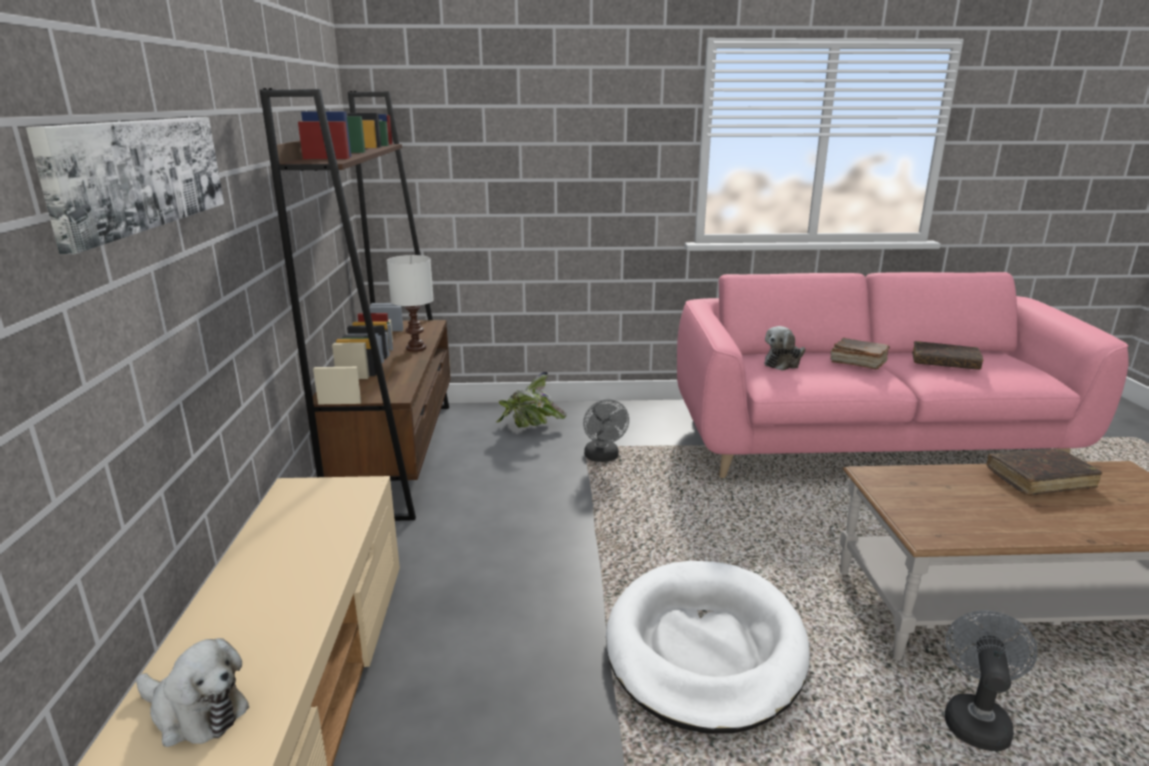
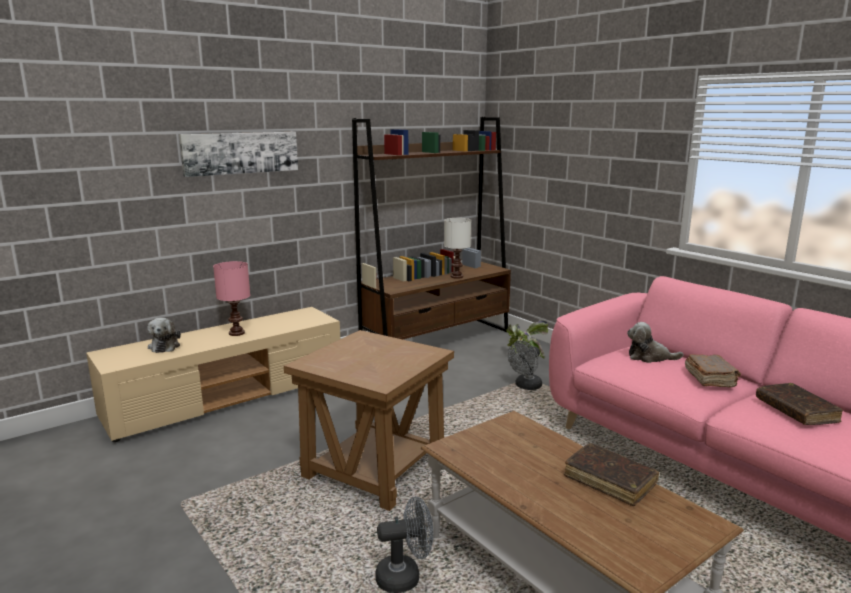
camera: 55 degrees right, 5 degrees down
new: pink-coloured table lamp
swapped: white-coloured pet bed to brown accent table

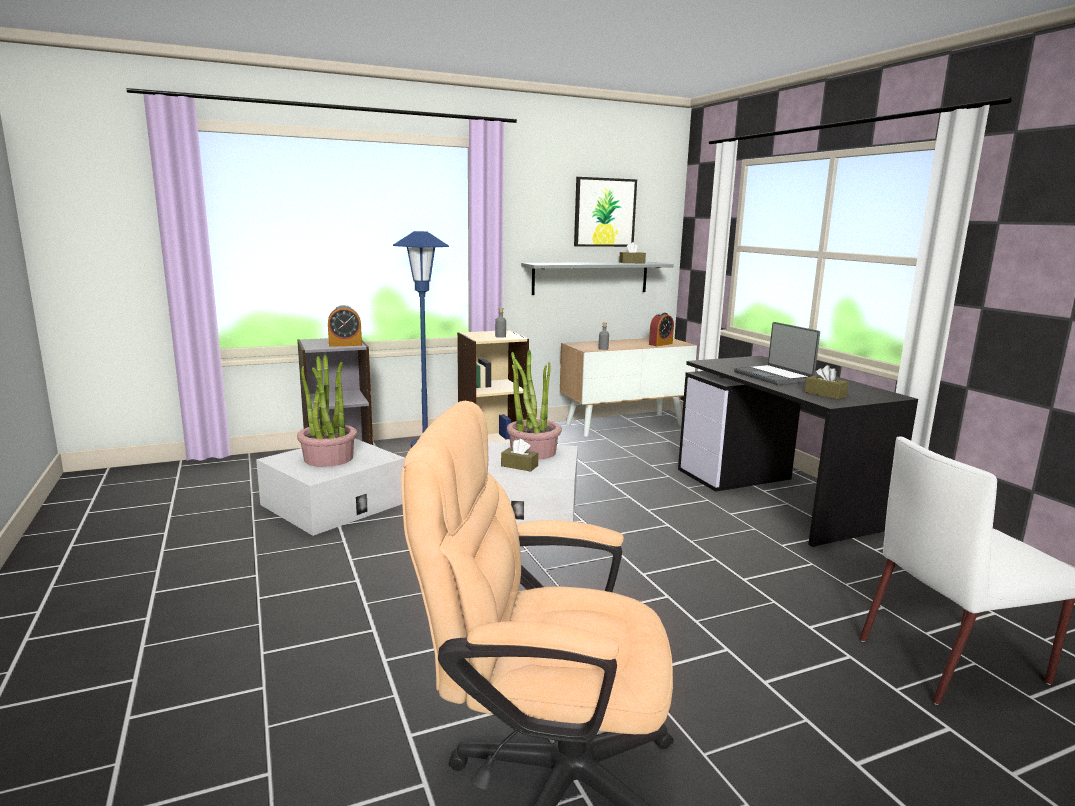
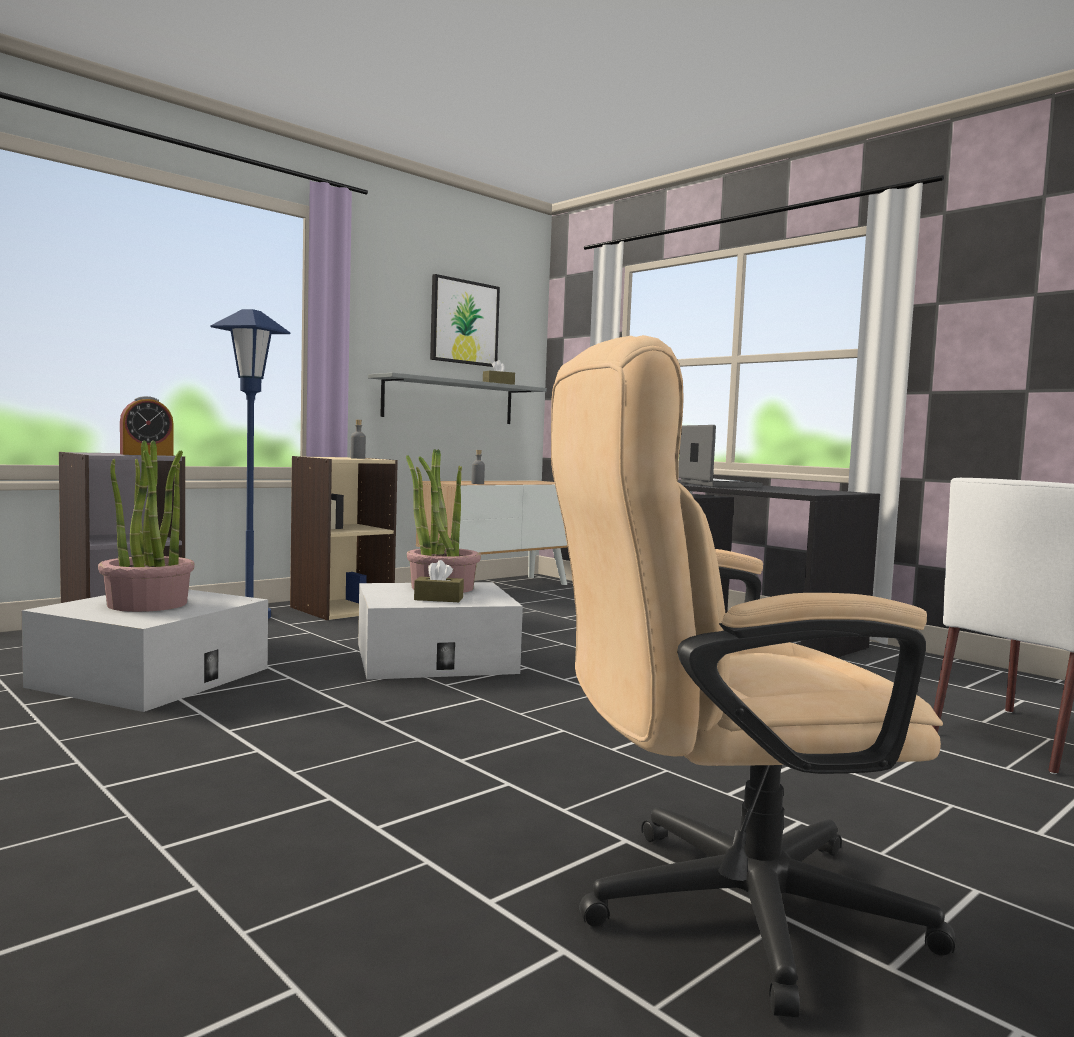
camera: 20 degrees left, 10 degrees down
gone: alarm clock (no. 2 from left); brown tissue holder (no. 3 from left)
rotated: notebook computer 150 degrees counterclockwise

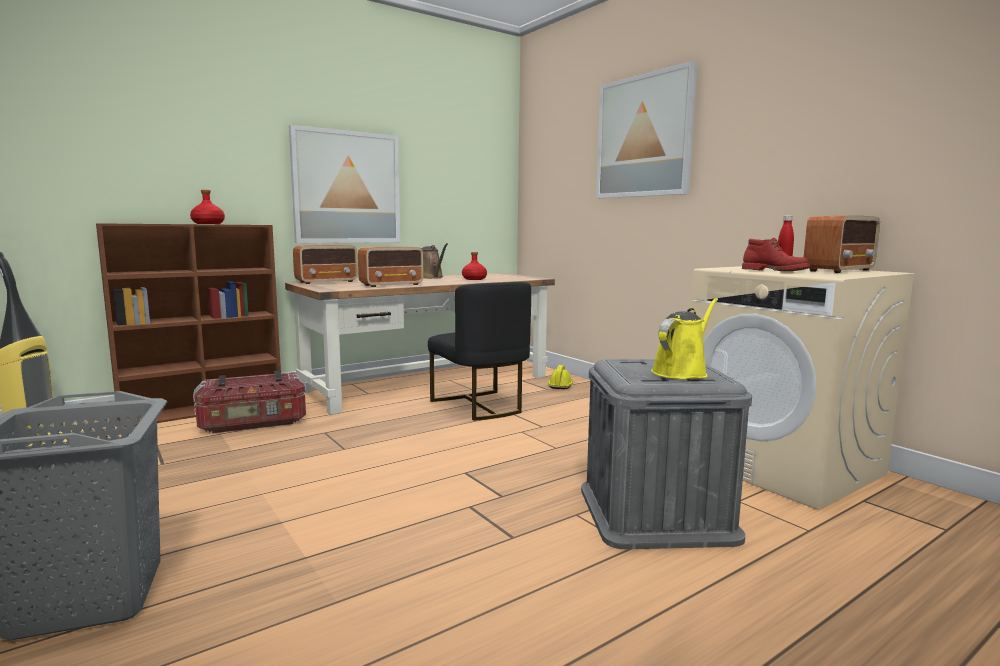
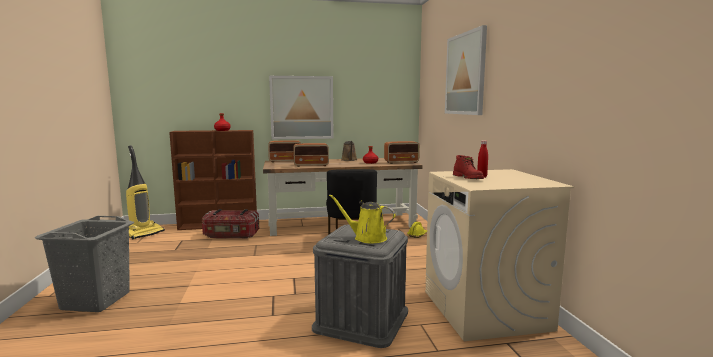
camera: 25 degrees right, 0 degrees up
shifted: radio (no. 3 from left)
rotated: yellow-coloured watering pot 135 degrees counterclockwise

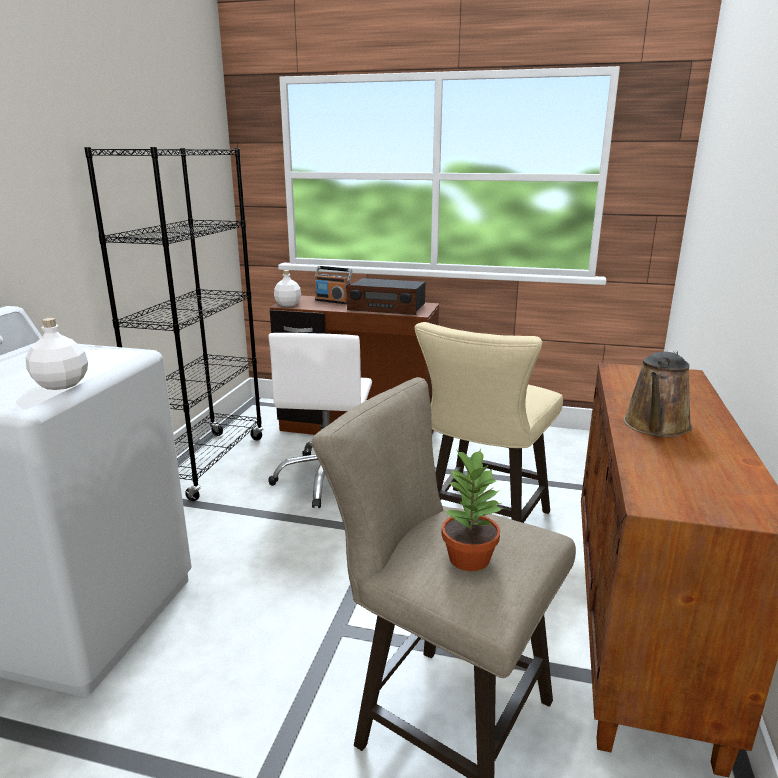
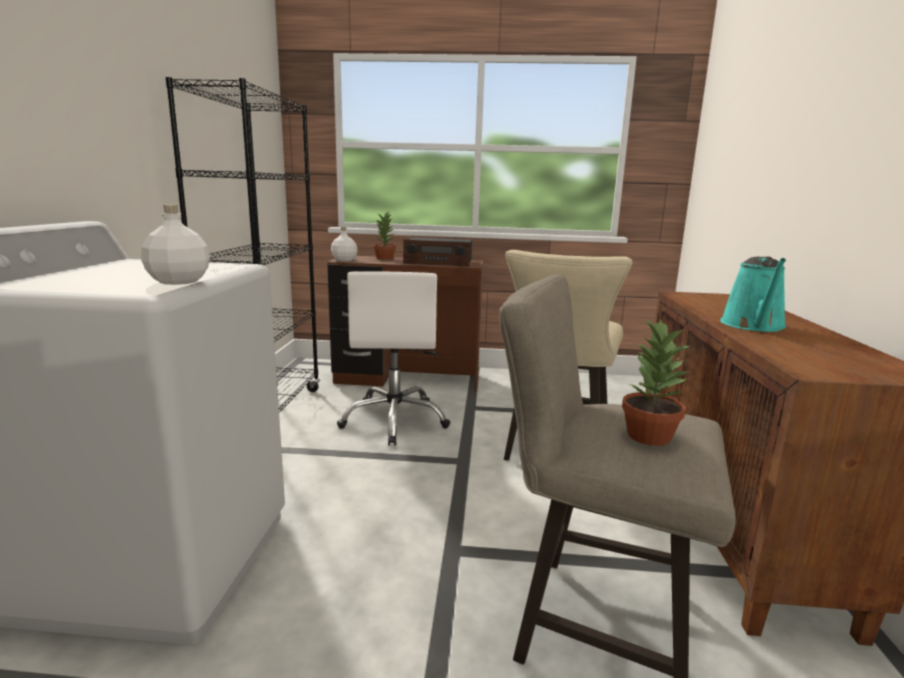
camera: 10 degrees left, 5 degrees down
swapped: radio (no. 1 from left) to houseplant (no. 1 from left)
repainted: brown watering pot to turquoise-coloured watering pot

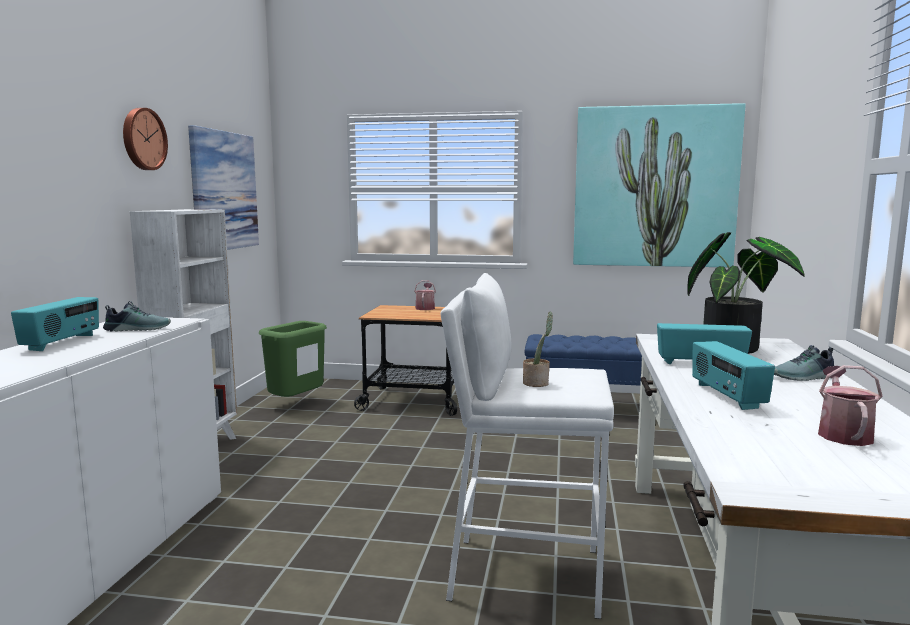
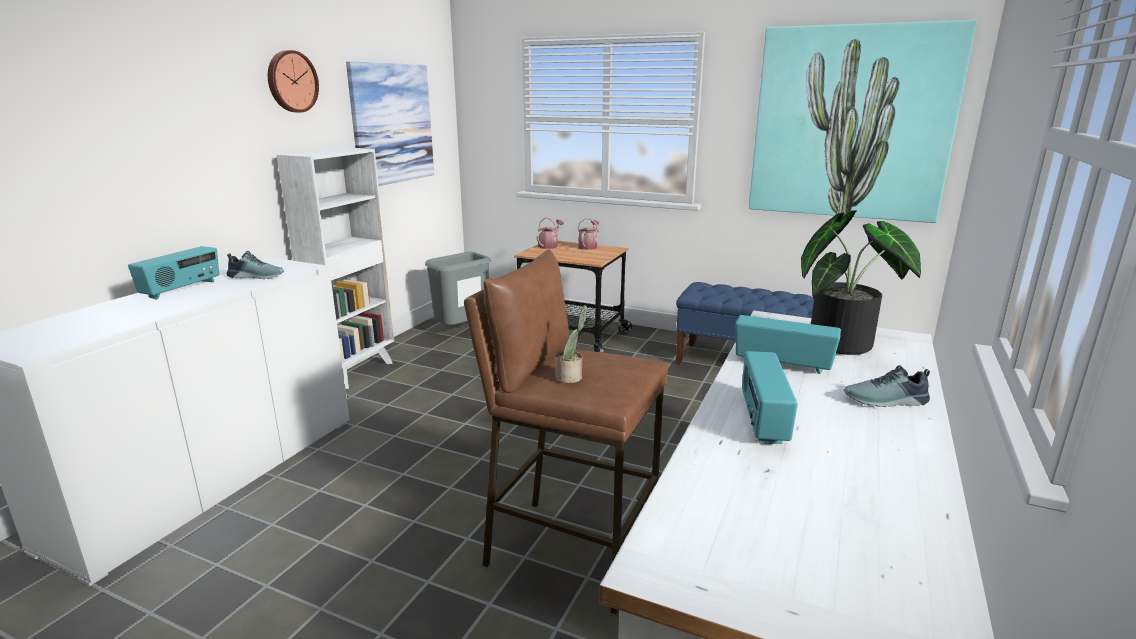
camera: 15 degrees right, 10 degrees up
shifted: watering pot (no. 2 from left in the first image) to watering pot (no. 1 from left)
repainted: green-coloured trash can to gray trash can; white-coloured stool to brown stool

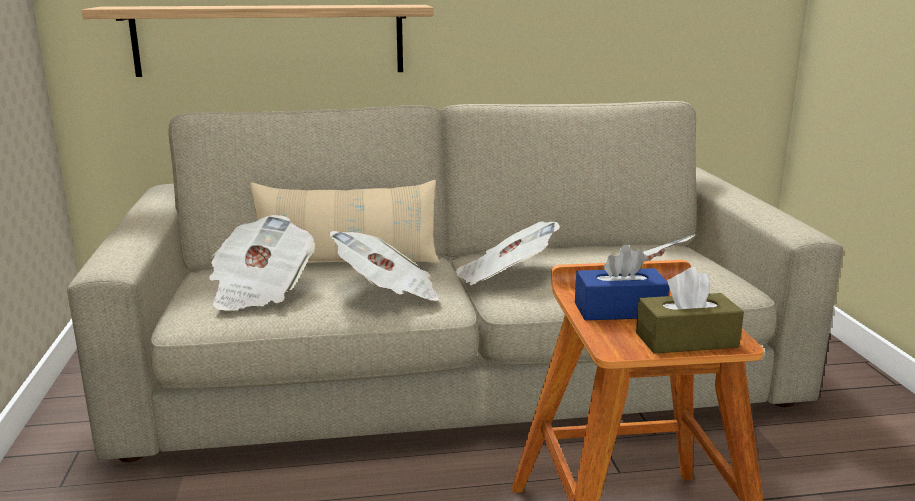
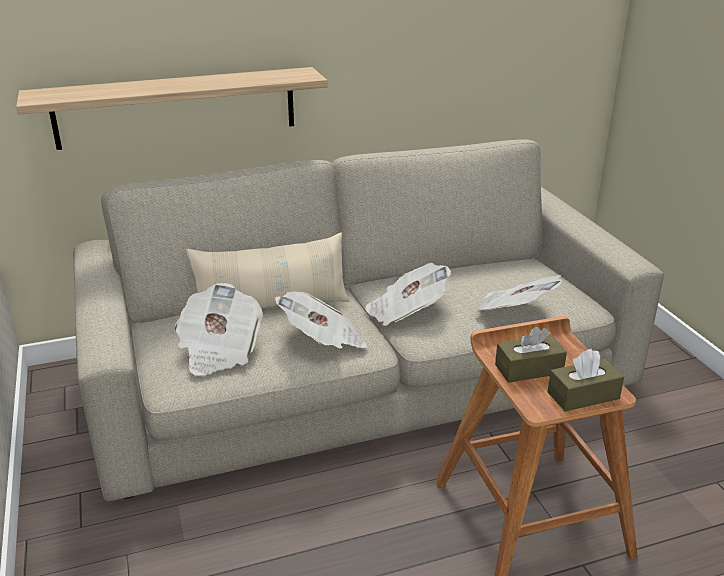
camera: 10 degrees left, 10 degrees up
repainted: blue-coloured tissue holder to brown tissue holder (no. 1 from left)

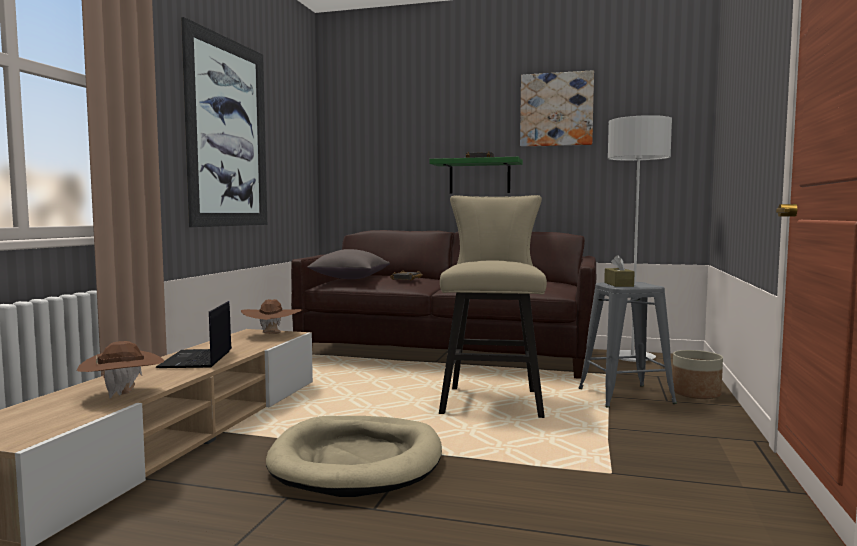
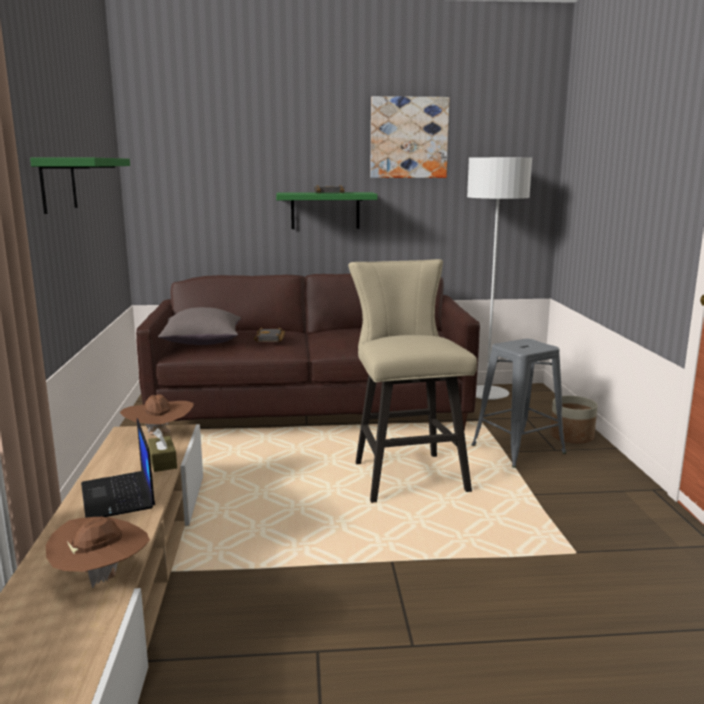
camera: 20 degrees left, 10 degrees up
gone: sand-coloured pet bed
shifted: brown tissue holder
swapped: picture (no. 1 from left) to green-coloured bracket shelf (no. 1 from left)

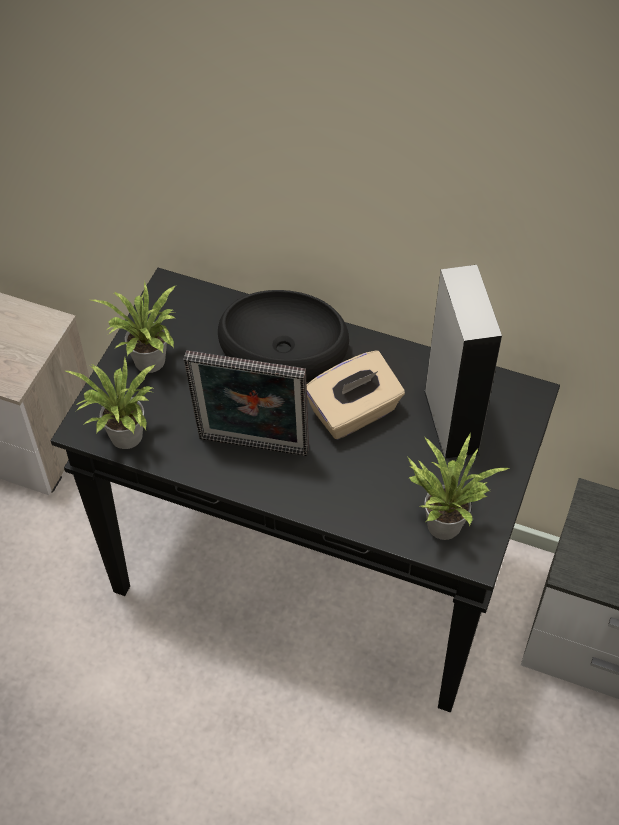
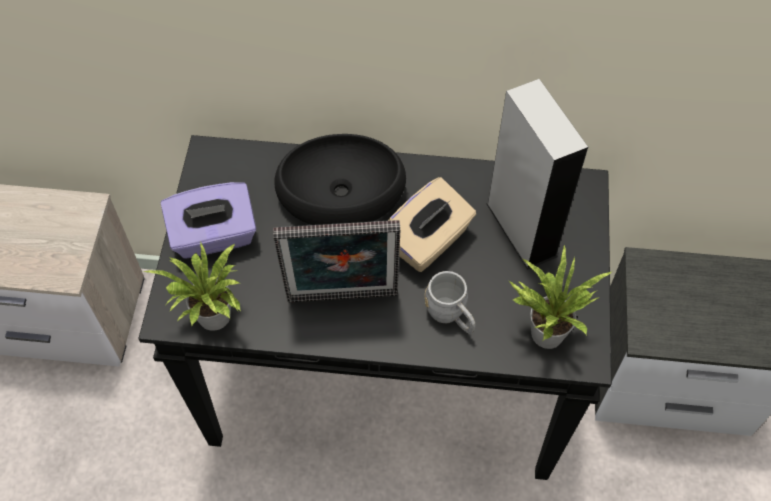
camera: 15 degrees left, 5 degrees up
new: gray mug
swapped: houseplant (no. 2 from left) to purplish tissue holder

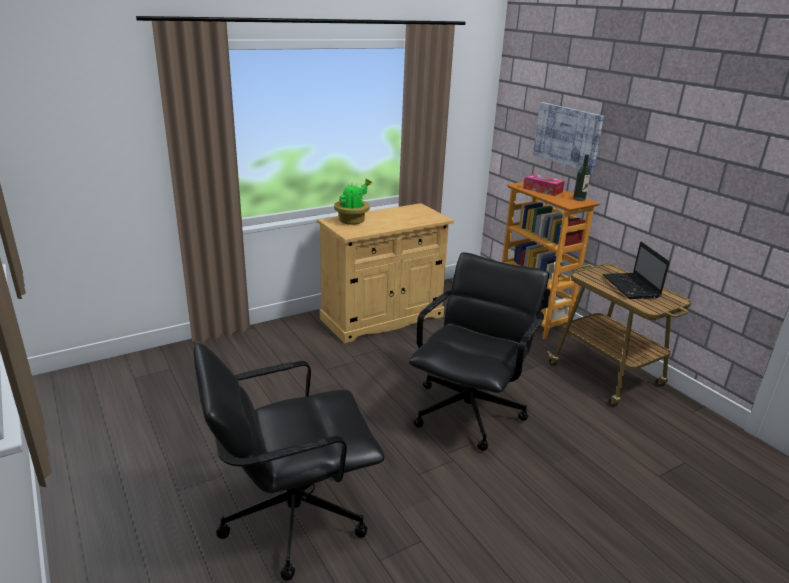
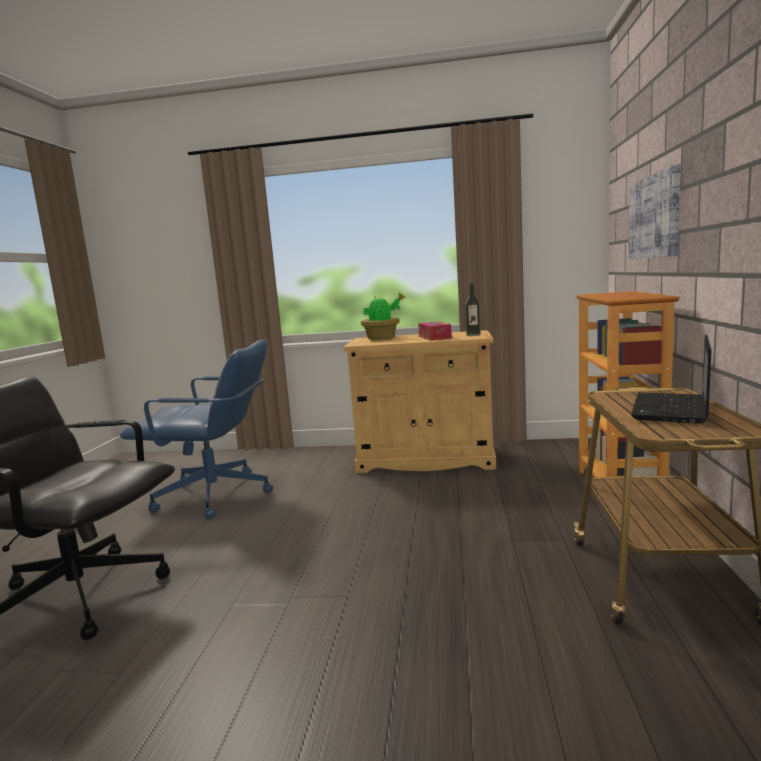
camera: 40 degrees right, 15 degrees down
gone: black-coloured computer chair (no. 2 from left)
new: blue-coloured computer chair
shifted: tissue holder; beverage bottle

